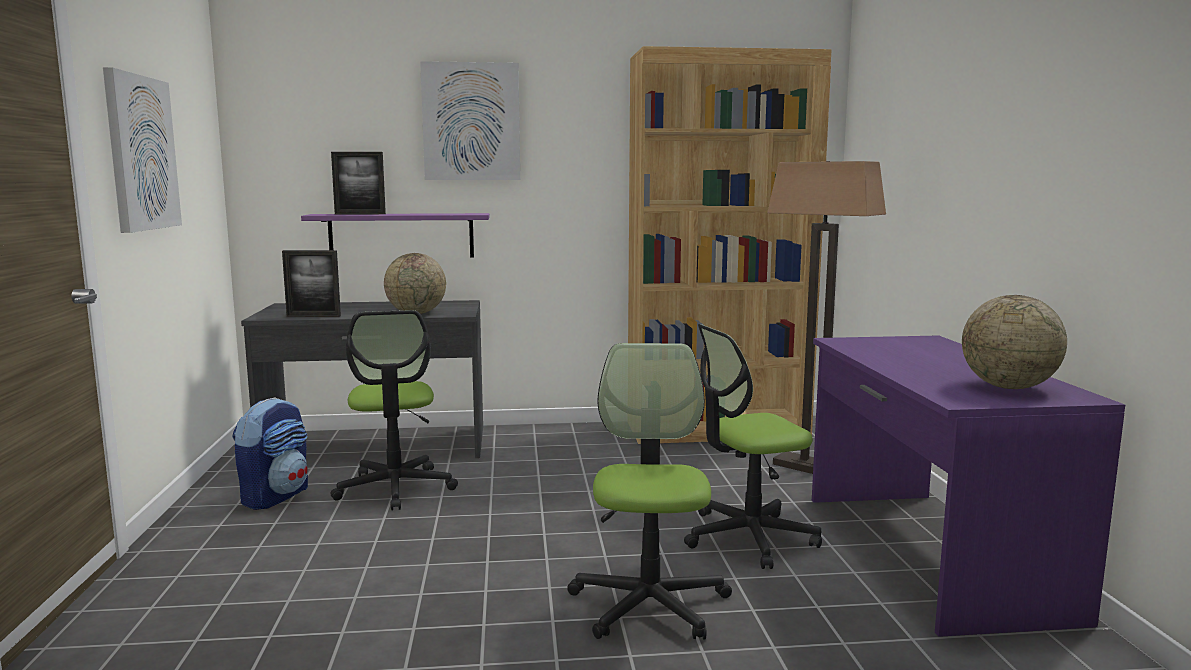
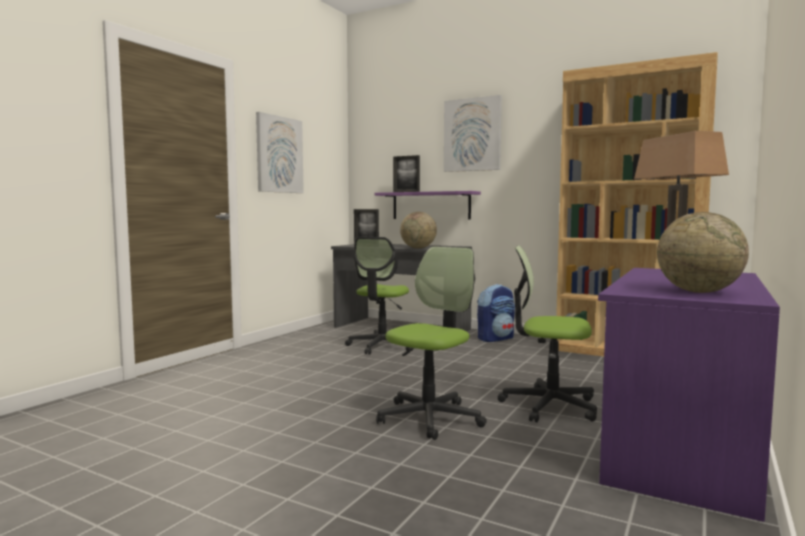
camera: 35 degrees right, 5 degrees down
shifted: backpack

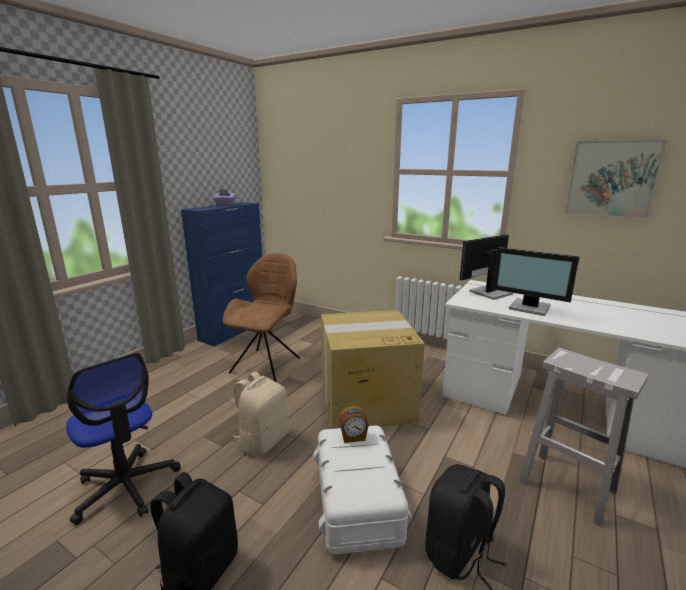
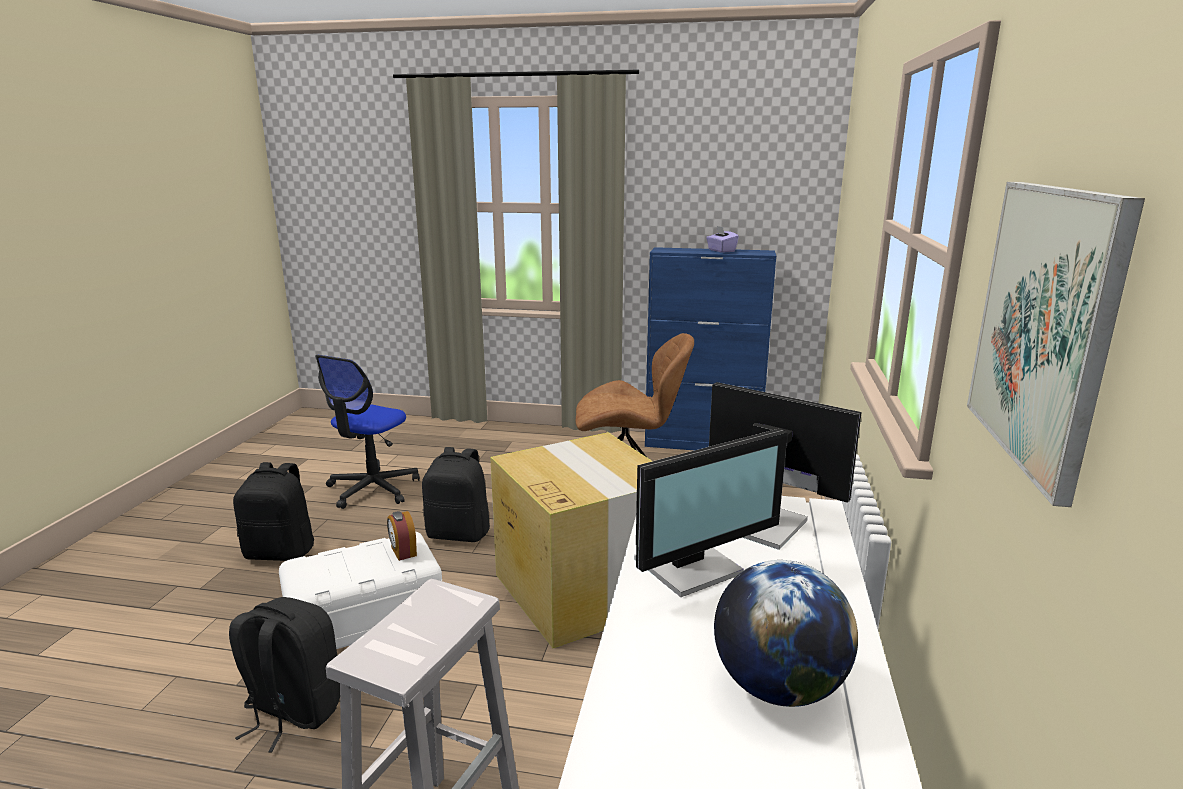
camera: 70 degrees right, 0 degrees up
new: desk globe
repainted: sand-coloured backpack to black-coloured backpack (no. 3 from left)
rotated: monitor (no. 2 from left in the first image) 135 degrees counterclockwise

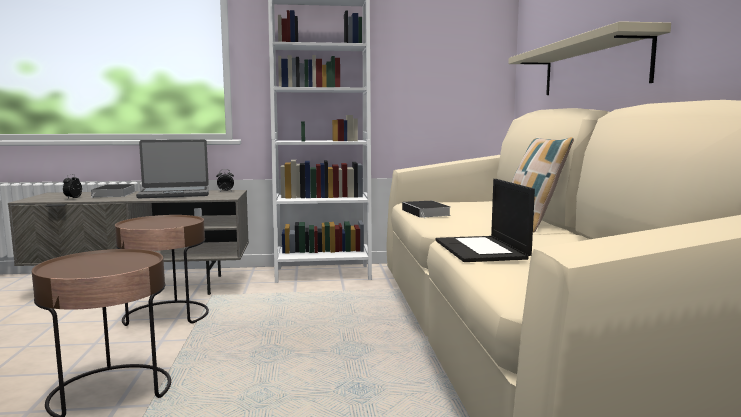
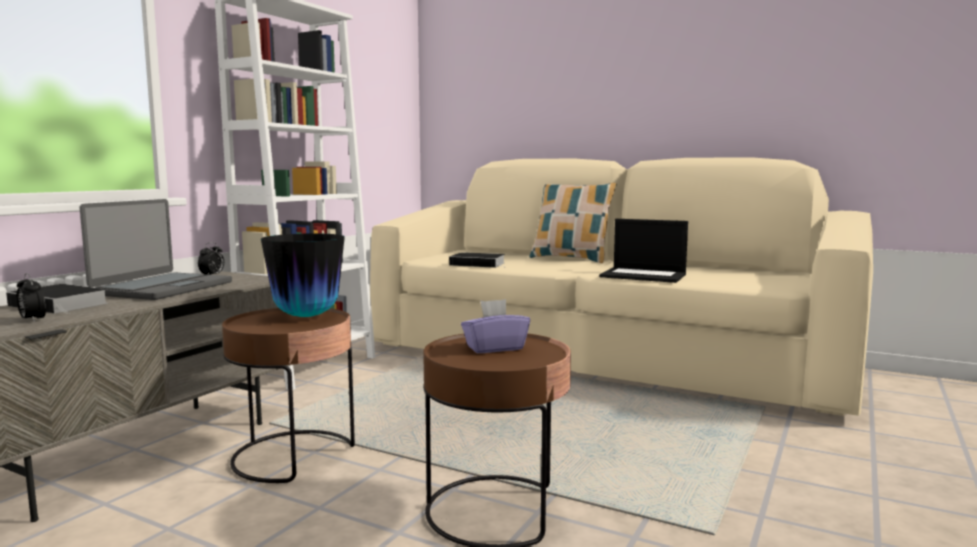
camera: 55 degrees left, 0 degrees up
gone: sand-coloured bracket shelf
new: flower vase; purplish tissue holder

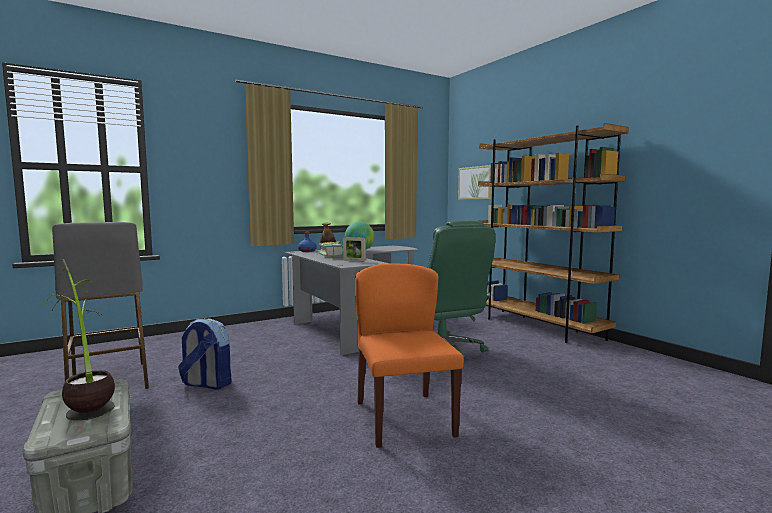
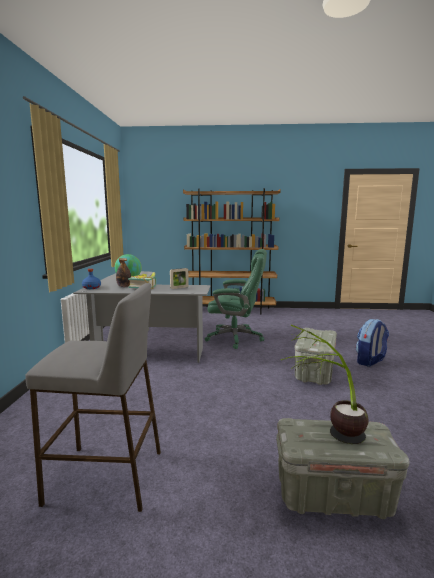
camera: 55 degrees left, 5 degrees up
gone: picture
shifted: backpack
swapped: orangey chair to gray storage box (no. 1 from left)

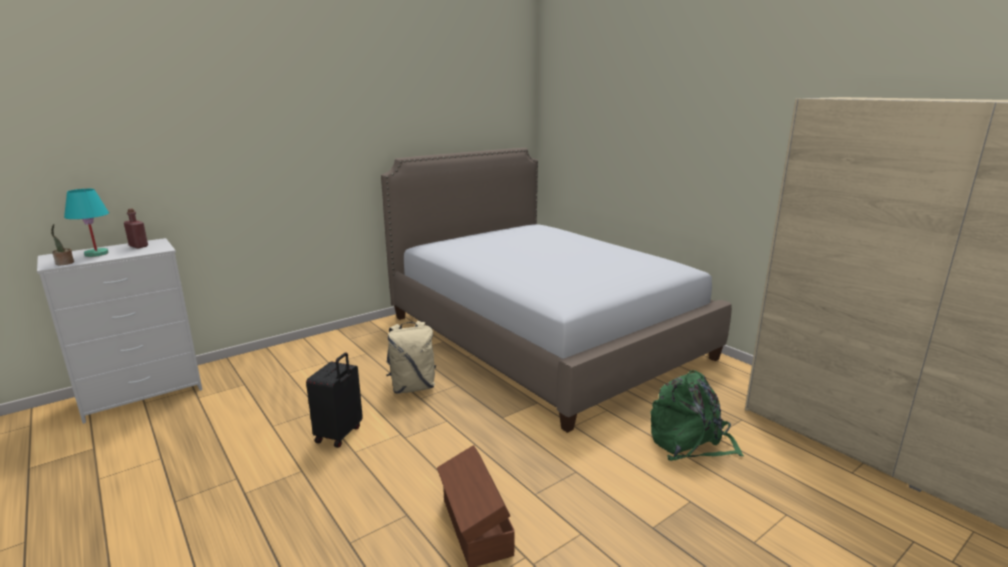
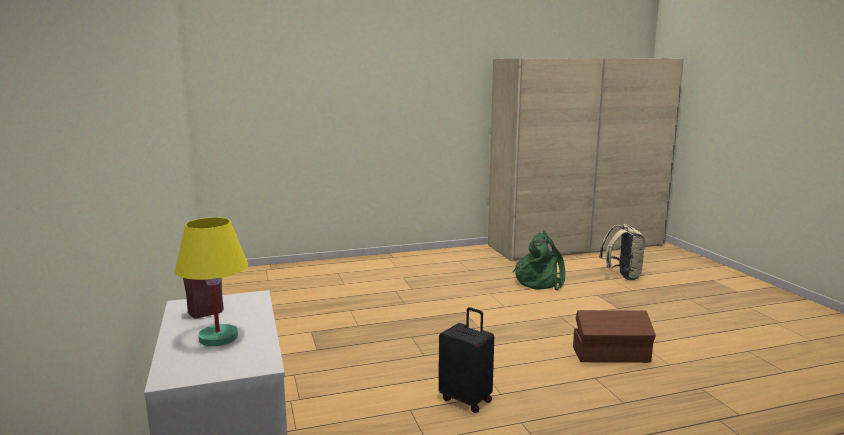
camera: 70 degrees left, 5 degrees down
gone: houseplant; bedroom bed
shifted: sand-coloured backpack
repainted: turquoise-coloured table lamp to yellow-coloured table lamp

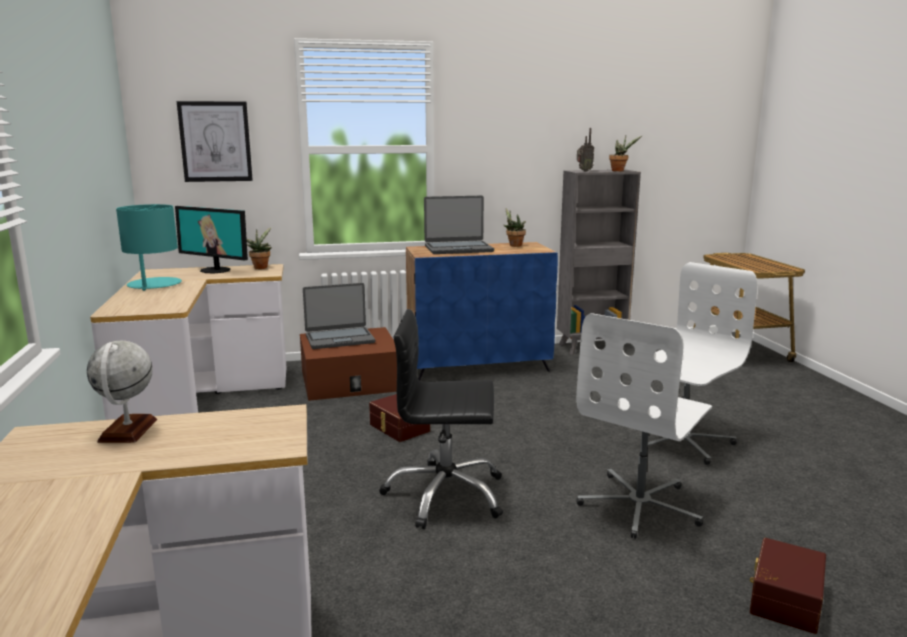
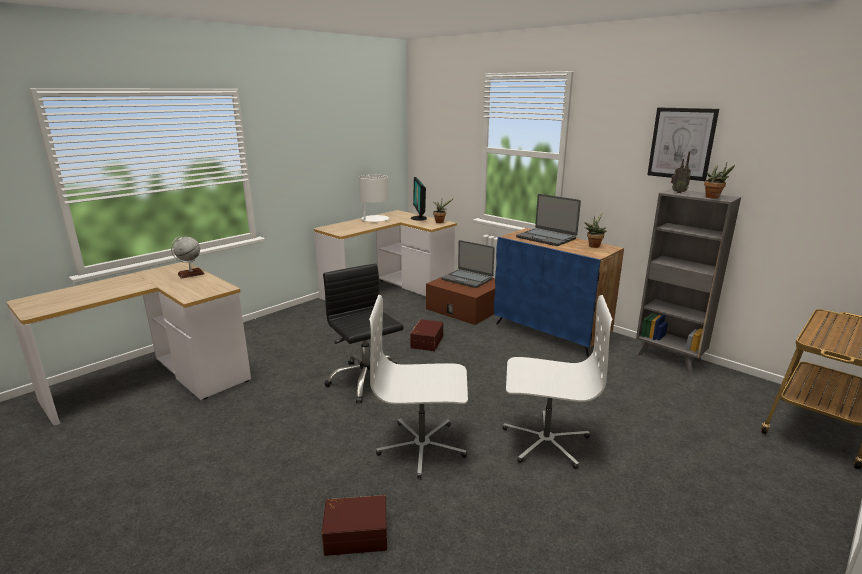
camera: 55 degrees right, 5 degrees up
shifted: picture
repainted: turquoise-coloured table lamp to white-coloured table lamp

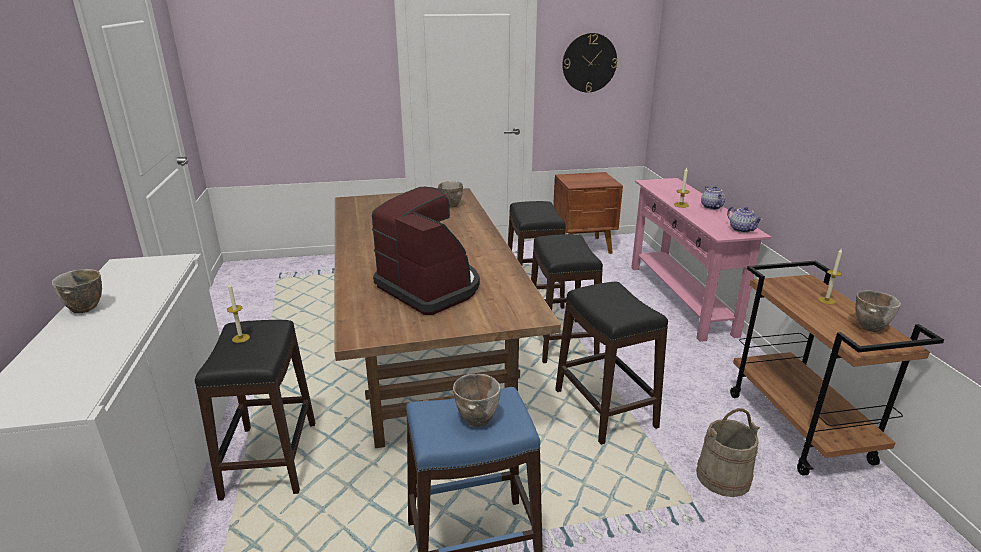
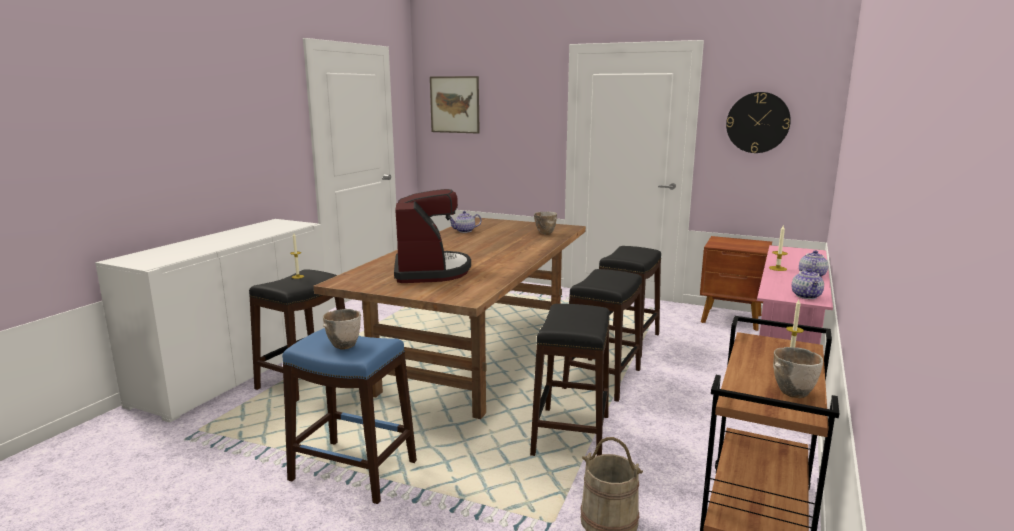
camera: 35 degrees right, 10 degrees down
gone: deep dish (no. 1 from left)
new: picture; pot for tea (no. 1 from left)

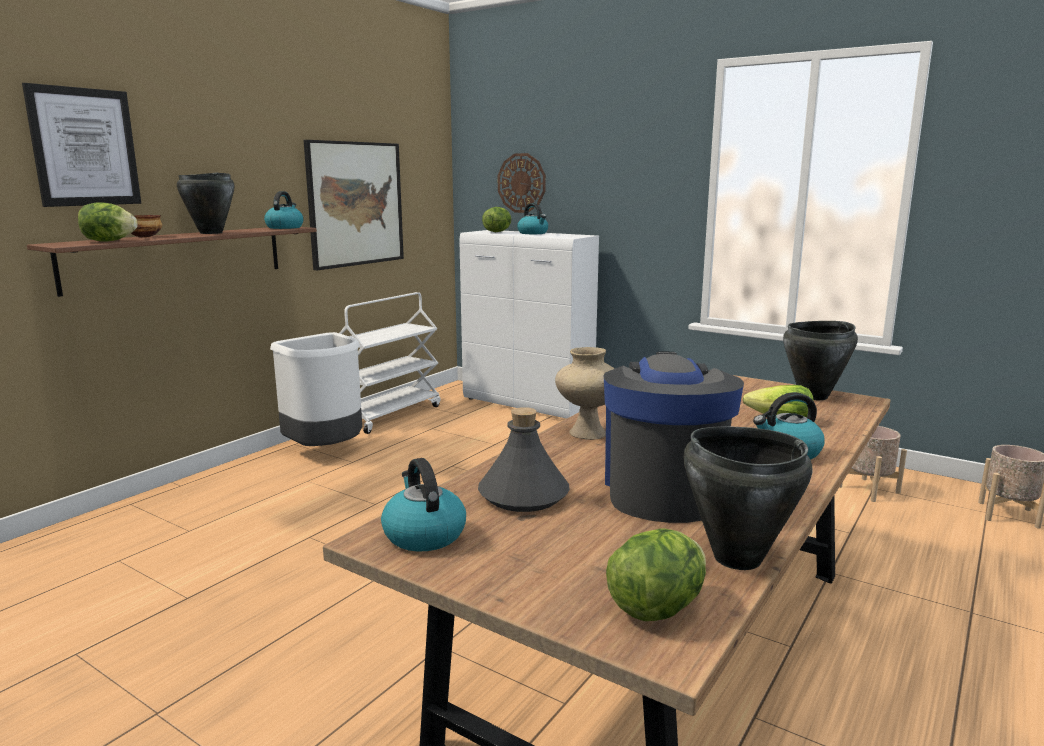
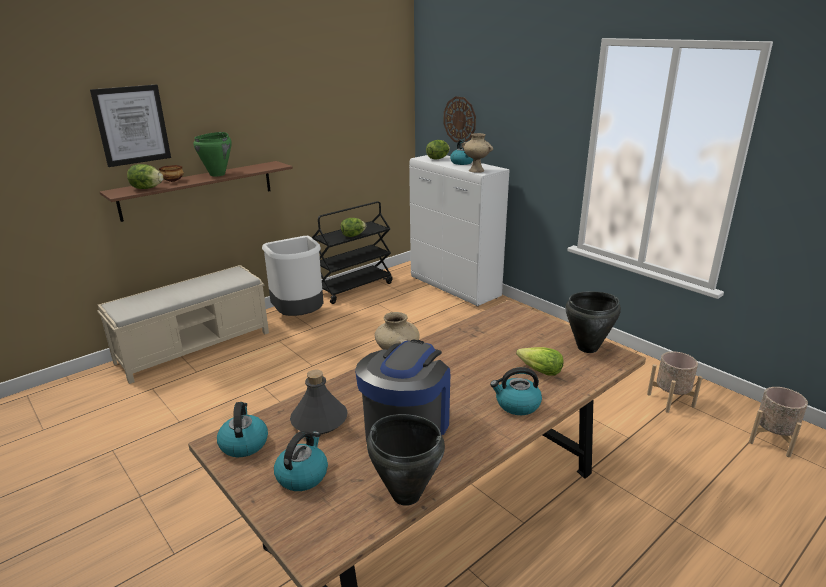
camera: 15 degrees right, 10 degrees up
gone: picture (no. 2 from left)
new: sand-coloured long seat; sand-coloured flower vase (no. 2 from left)
shifted: kettle (no. 1 from left in the first image) to kettle (no. 2 from left); head of lettuce (no. 3 from left in the first image) to head of lettuce (no. 2 from left)
repainted: black-coloured stockpot (no. 1 from left) to green-coloured stockpot; white-coloured wheeled cart to black-coloured wheeled cart

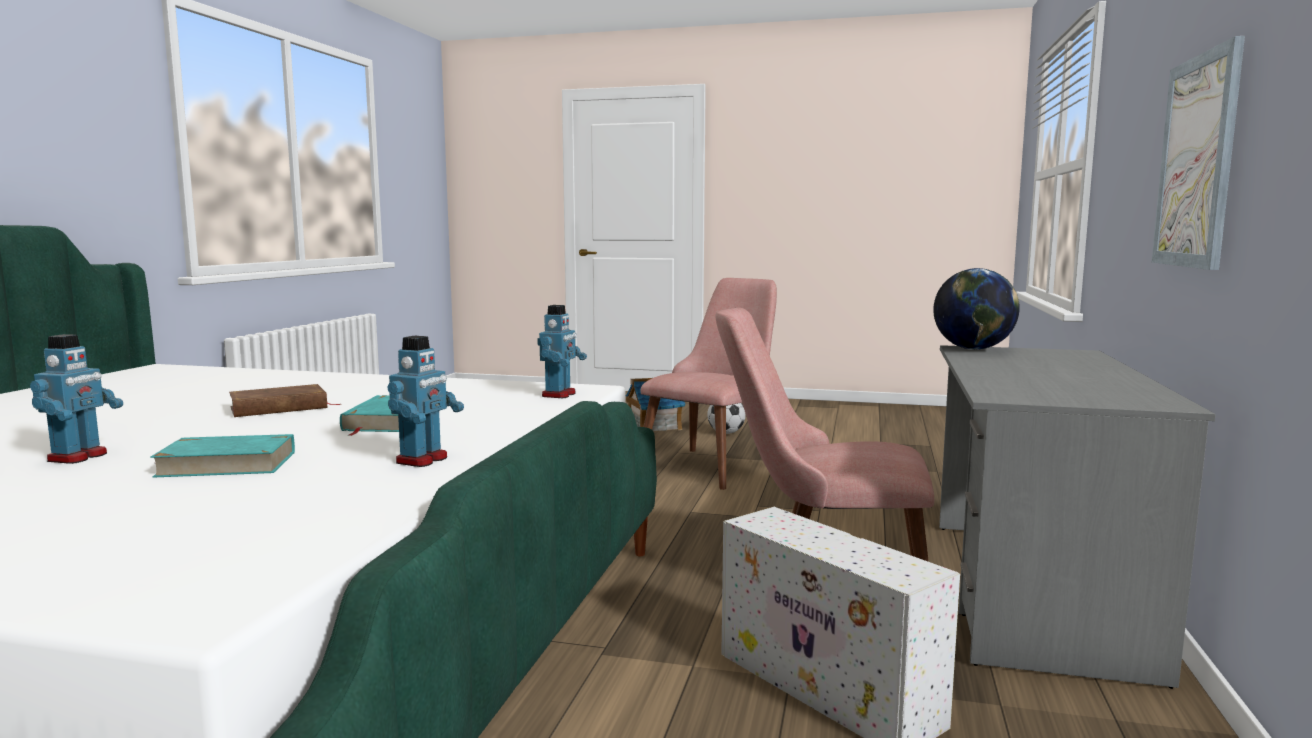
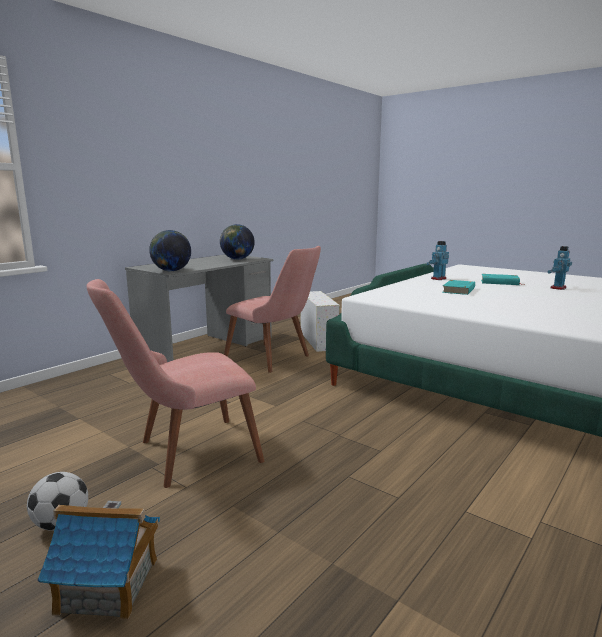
camera: 155 degrees left, 5 degrees up
gone: brown volume; model robot (no. 3 from left); picture
new: desk globe (no. 2 from left)

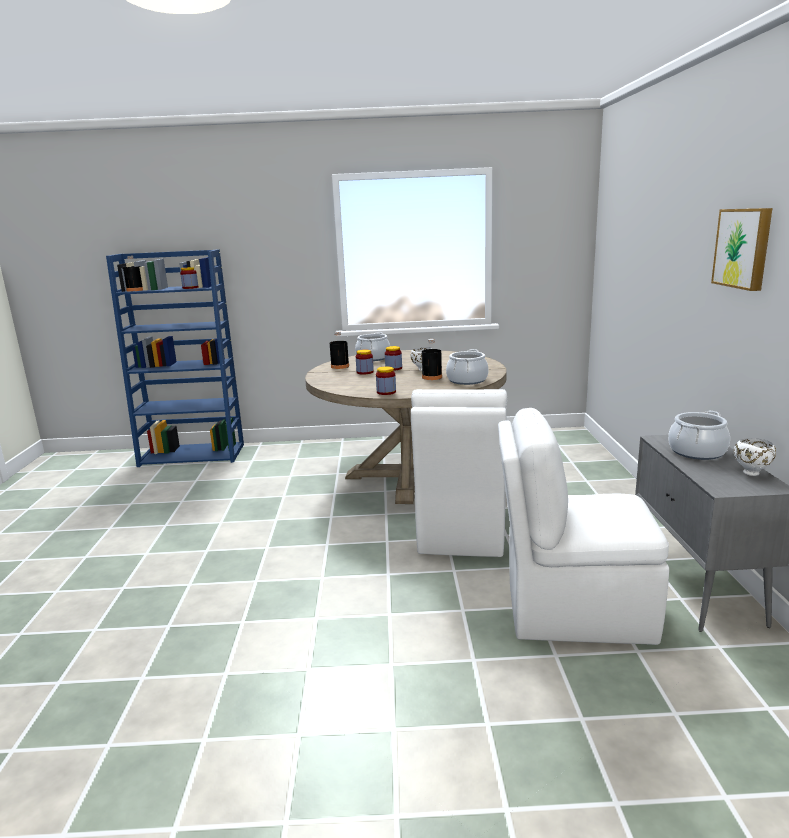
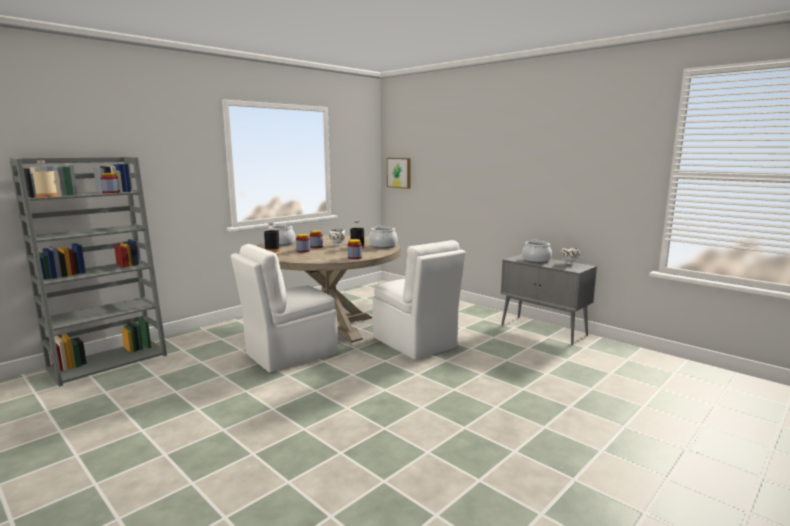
camera: 45 degrees left, 5 degrees down
shifted: white-coloured chair (no. 2 from left in the first image) to white-coloured chair (no. 1 from left); picture
repainted: blue-coloured shelving unit to gray shelving unit; black-coloured beverage bottle (no. 1 from left) to sand-coloured beverage bottle

